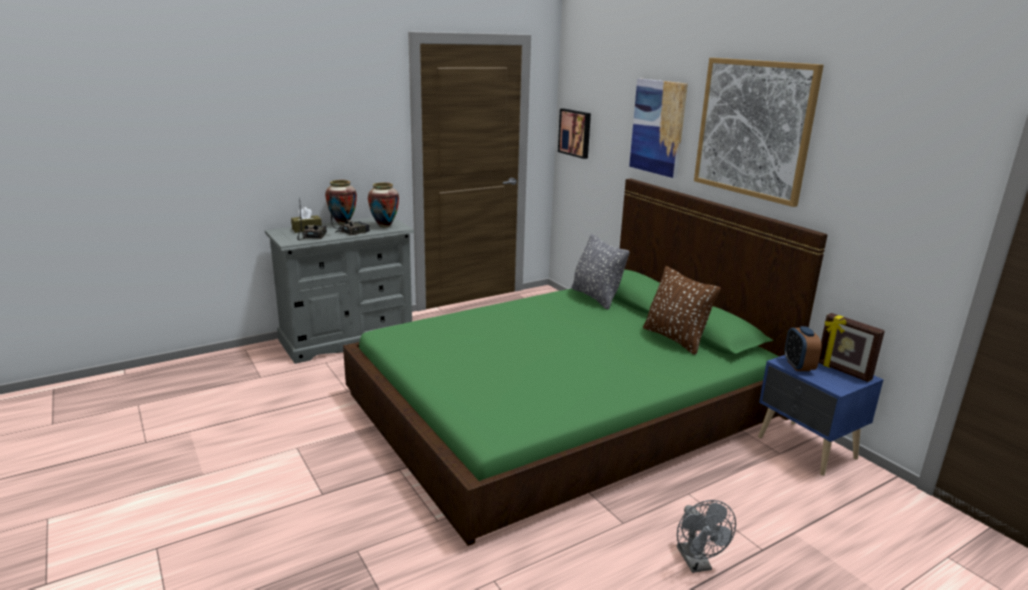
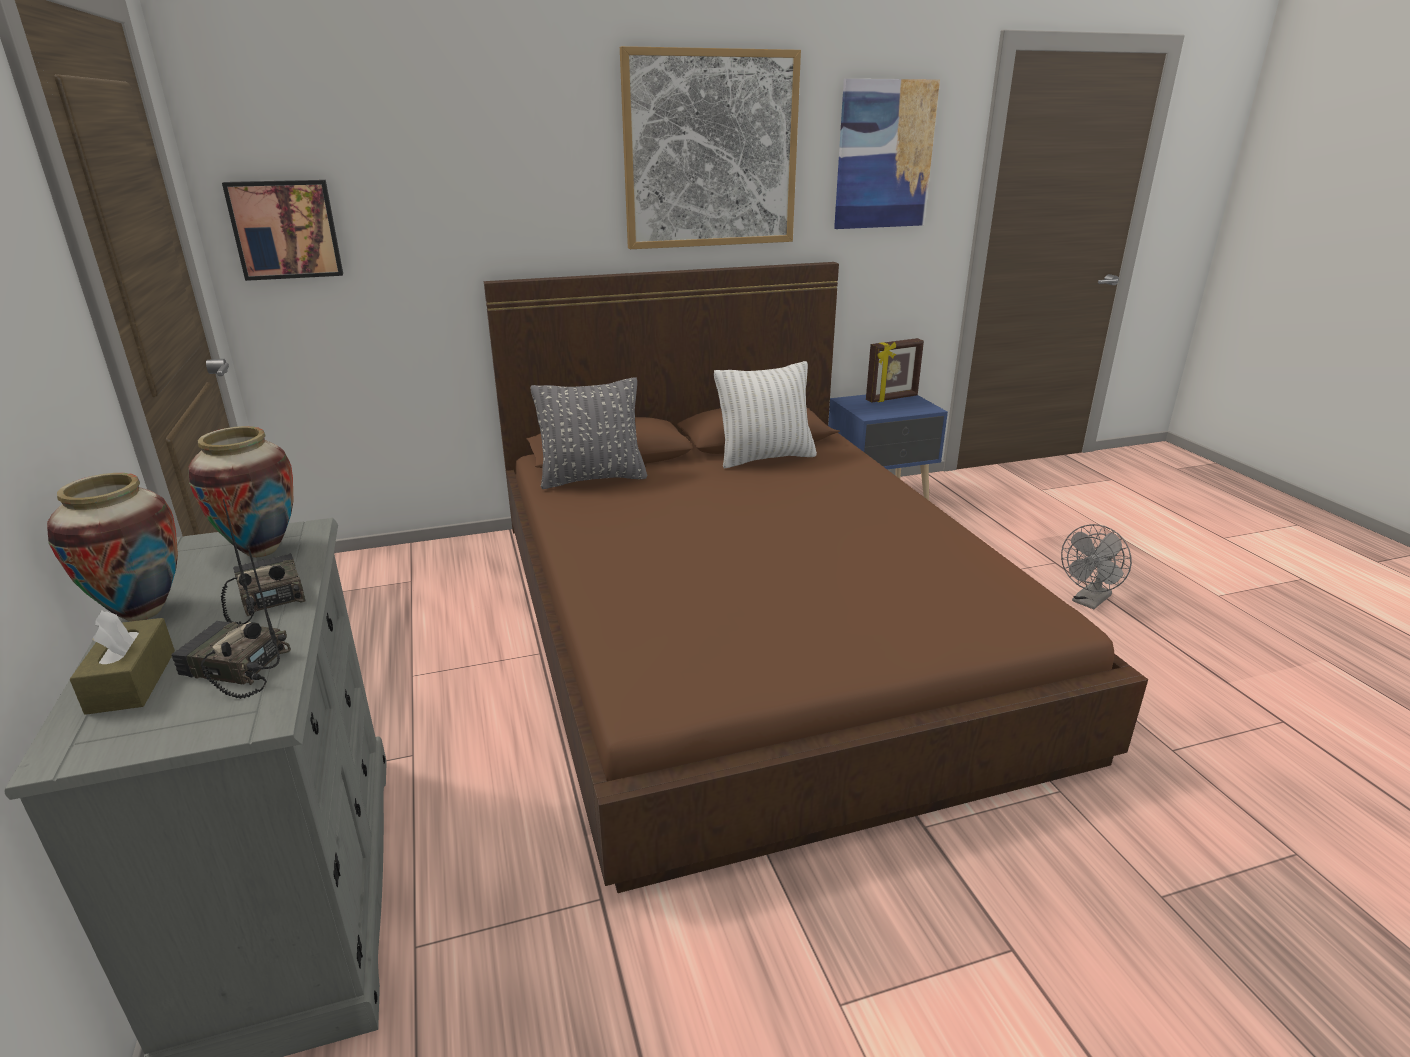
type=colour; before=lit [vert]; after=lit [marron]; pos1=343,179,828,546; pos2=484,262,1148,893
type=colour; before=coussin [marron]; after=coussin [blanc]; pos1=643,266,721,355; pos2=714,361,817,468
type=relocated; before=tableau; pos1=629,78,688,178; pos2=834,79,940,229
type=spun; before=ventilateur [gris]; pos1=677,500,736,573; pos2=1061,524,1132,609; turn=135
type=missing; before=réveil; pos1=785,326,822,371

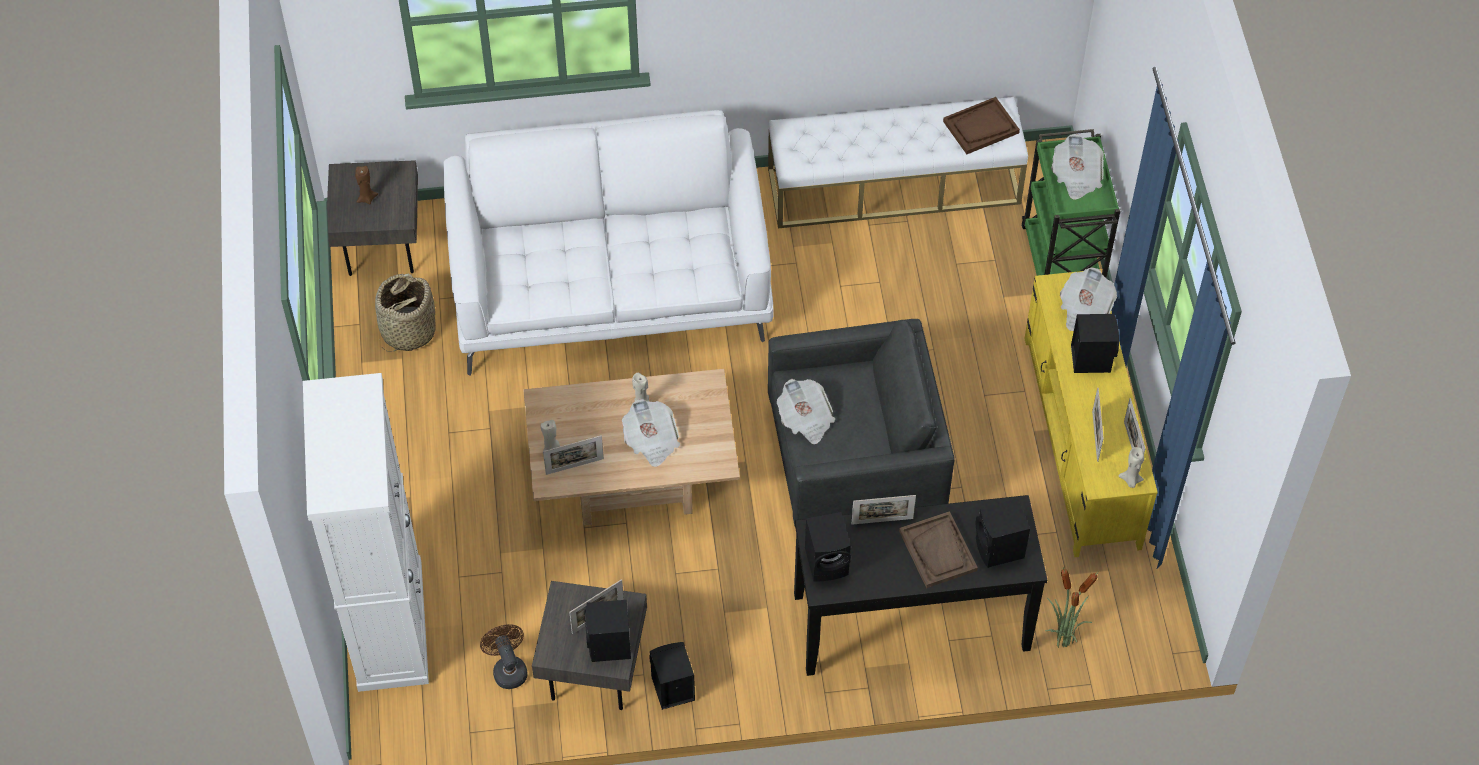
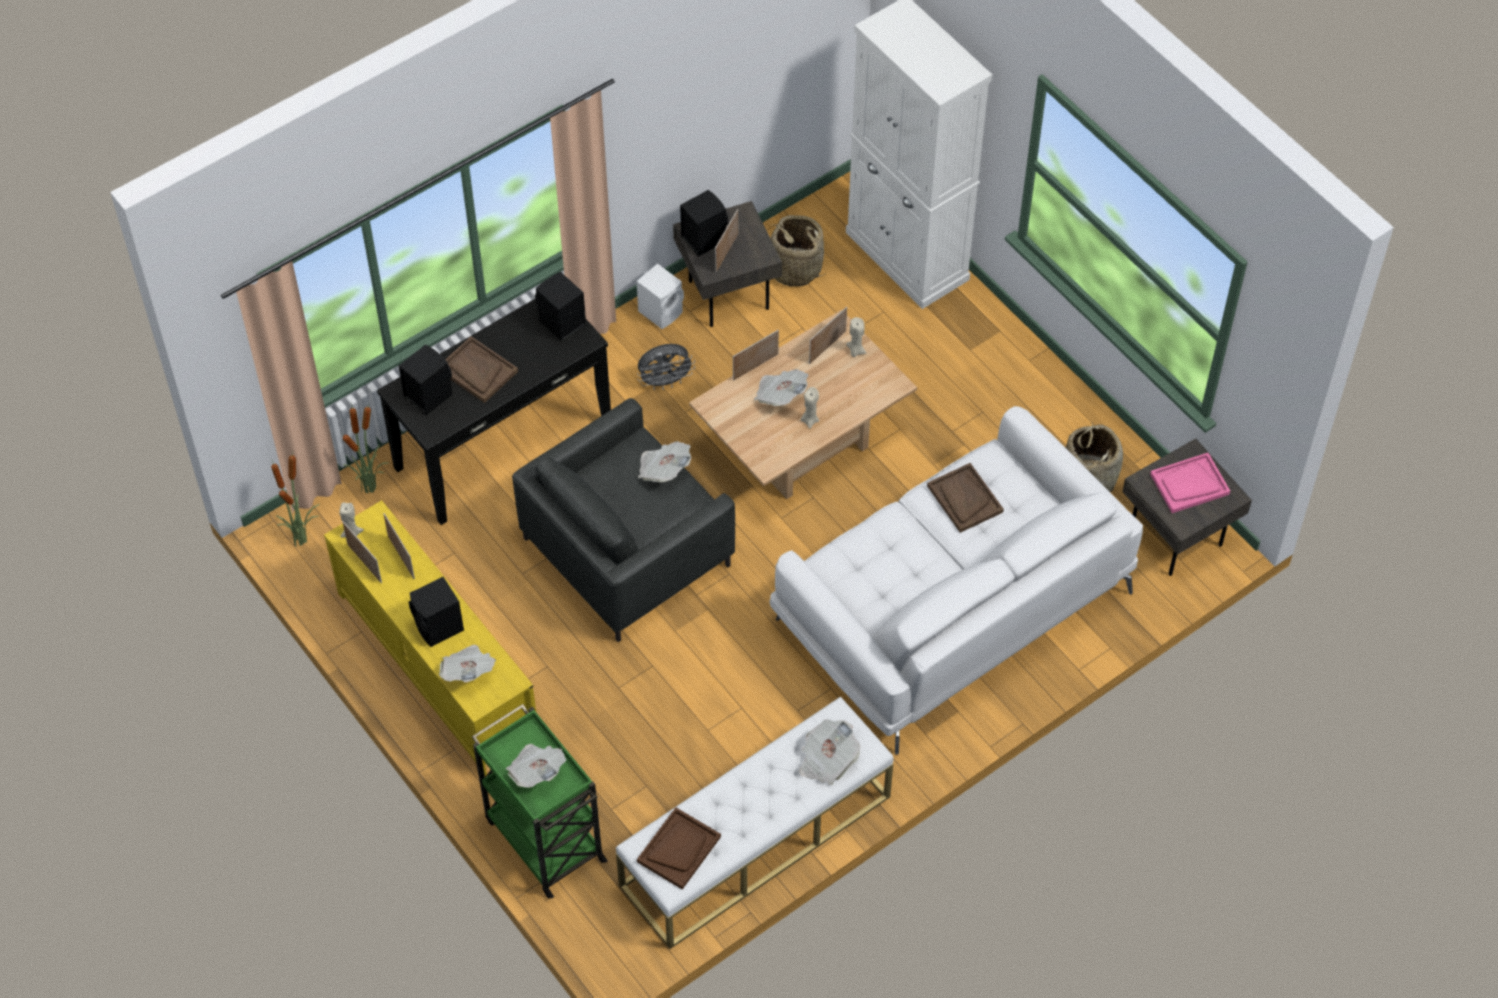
type=appeared; after=plante en pot; pos2=271,455,320,547
type=colour; before=enceinte [noir]; after=enceinte [blanc]; pos1=649,642,695,710; pos2=637,264,684,329
type=appeared; after=ventilateur [gris]; pos2=637,344,695,390
type=relocated; before=cadre photo; pos1=852,495,916,525; pos2=733,330,779,381
type=exchanged; before=ventilateur [marron]; after=panier; pos1=480,624,527,689; pos2=769,215,825,286
type=appeared; after=journal; pos2=799,719,860,785
type=appeared; after=plateau [marron]; pos2=927,463,1004,533
type=exchanged; before=bougie [marron]; after=plateau [rose]; pos1=355,166,378,204; pos2=1150,453,1230,513

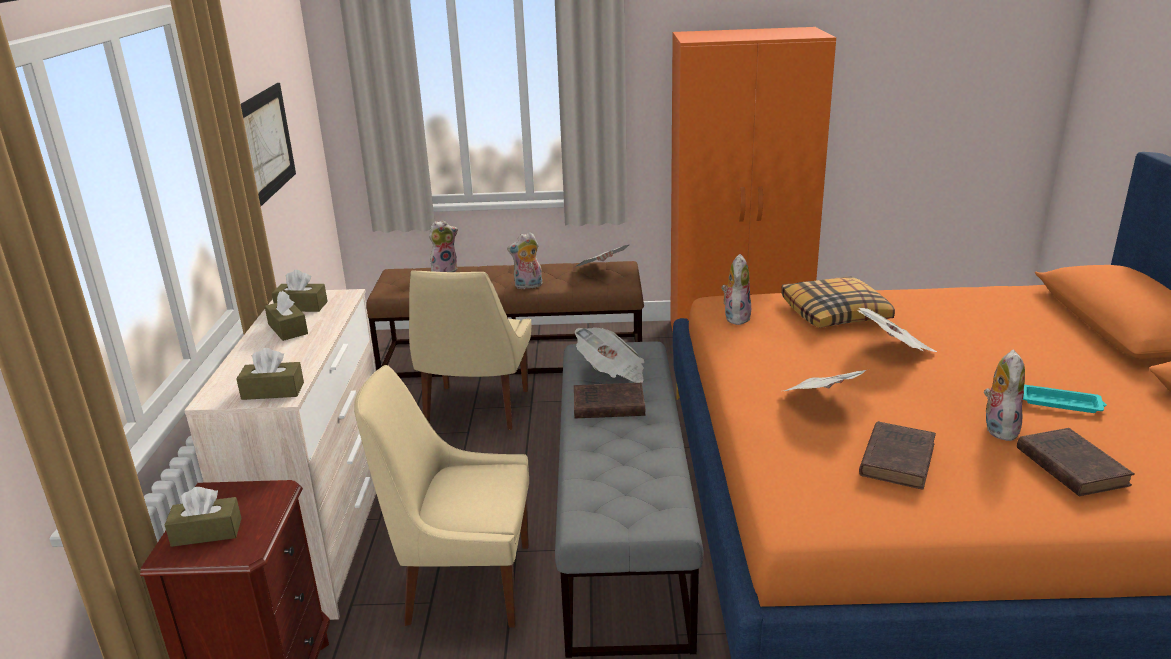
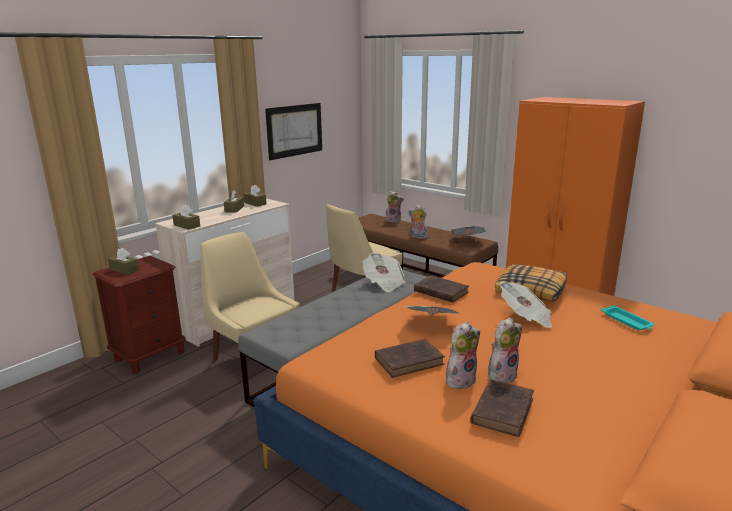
type=relocated; before=livre [marron]; pos1=574,383,645,418; pos2=414,275,469,303
type=relocated; before=peluche; pos1=722,254,751,325; pos2=446,322,481,389
type=relocated; before=plateau [turquoise]; pos1=1023,384,1107,413; pos2=601,305,654,331

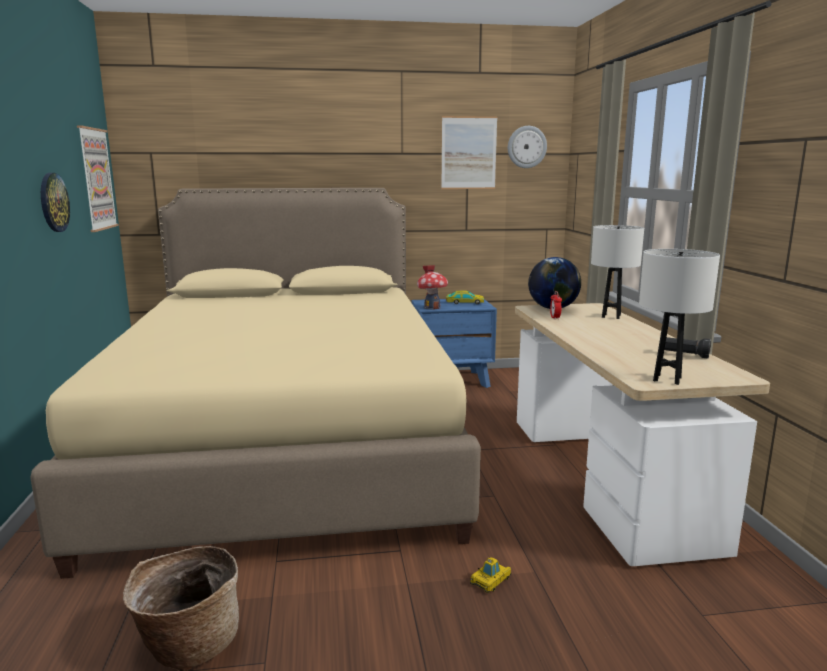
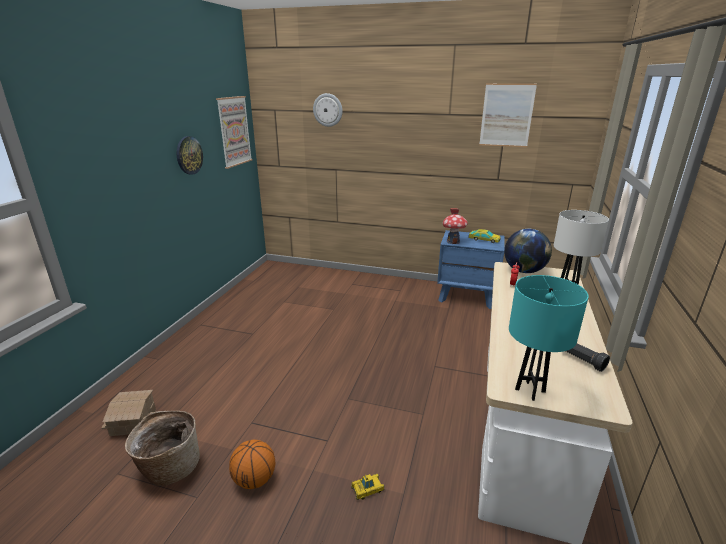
type=appeared; after=maison miniature; pos2=102,390,156,436
type=appeared; after=ballon de basket; pos2=229,440,275,489
type=relocated; before=horloge murale; pos1=508,126,547,168; pos2=313,93,343,127
type=colour; before=lampe de table [blanc]; after=lampe de table [turquoise]; pos1=639,249,720,385; pos2=509,275,589,401
type=missing; before=lit [beige]; pos1=31,188,481,579

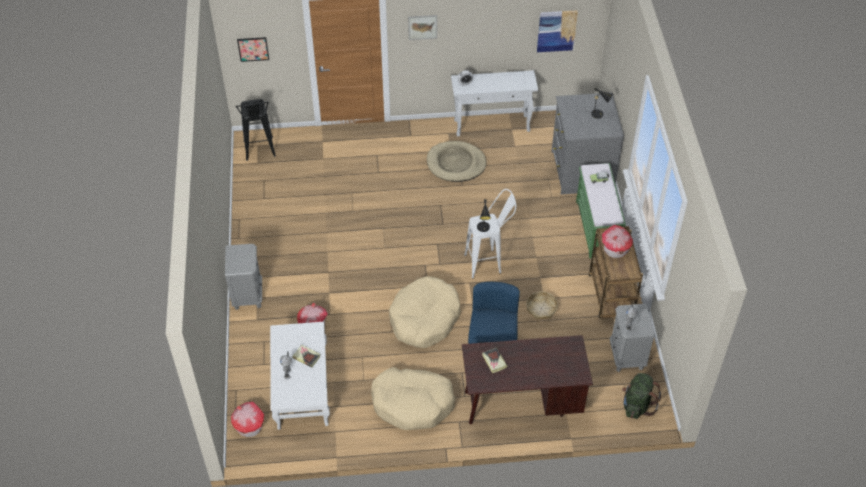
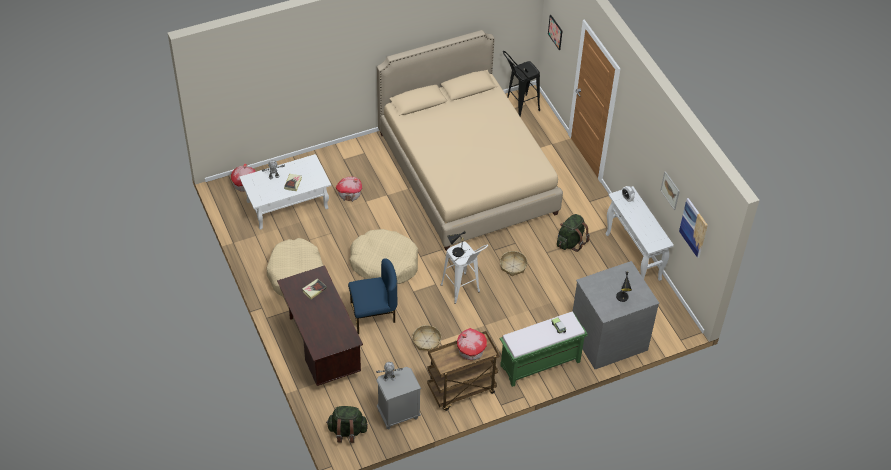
type=appeared; after=lit [beige]; pos2=377,30,563,251
type=appeared; after=panier; pos2=500,251,527,276
type=exchanged; before=panier pour chien [beige]; after=sac à dos [vert]; pos1=427,141,486,182; pos2=557,214,590,252
type=relocated; before=tableau; pos1=408,15,437,40; pos2=660,171,680,210
type=missing; before=table de chevet [gris]; pos1=225,244,262,310

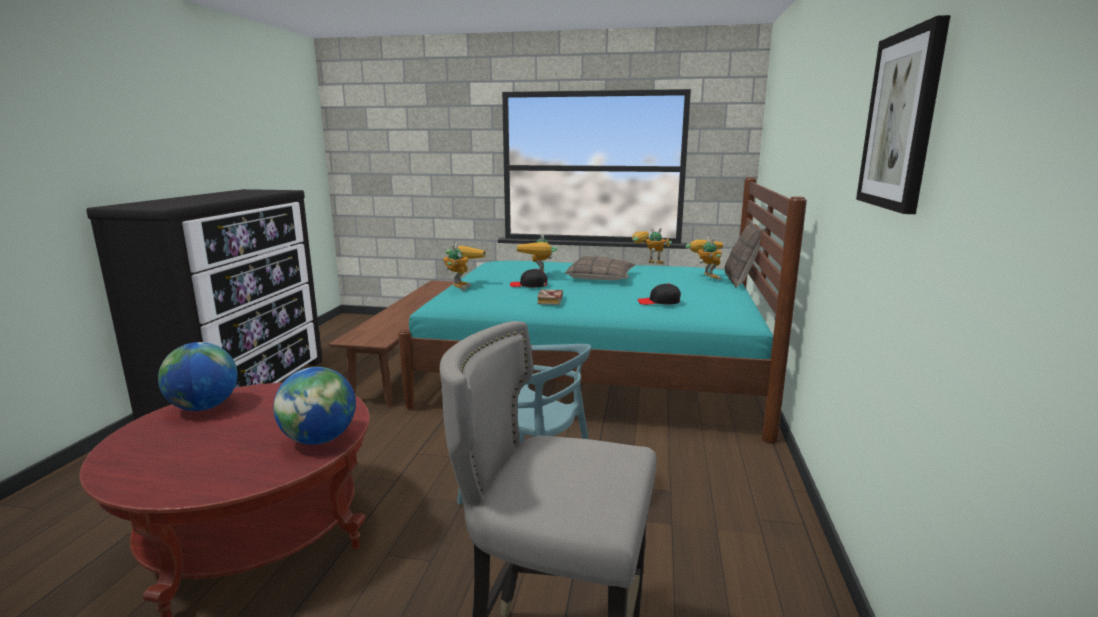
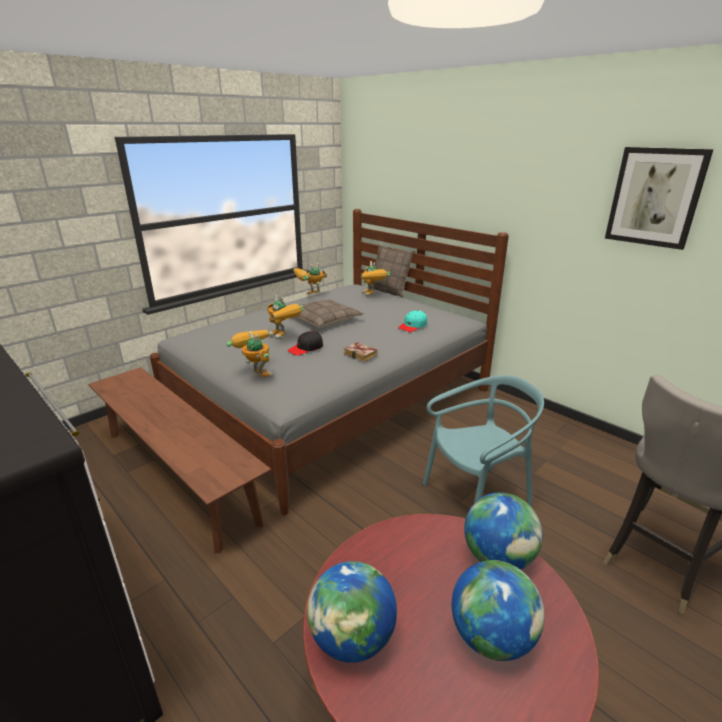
type=colour; before=lit [turquoise]; after=lit [gris]; pos1=398,177,807,443; pos2=150,209,509,515
type=spun; before=robot jouet; pos1=686,236,723,281; pos2=361,261,390,297; turn=-135
type=colour; before=casquette [noir]; after=casquette [turquoise]; pos1=638,283,681,305; pos2=398,310,427,332
type=appeared; after=globe; pos2=452,560,544,661

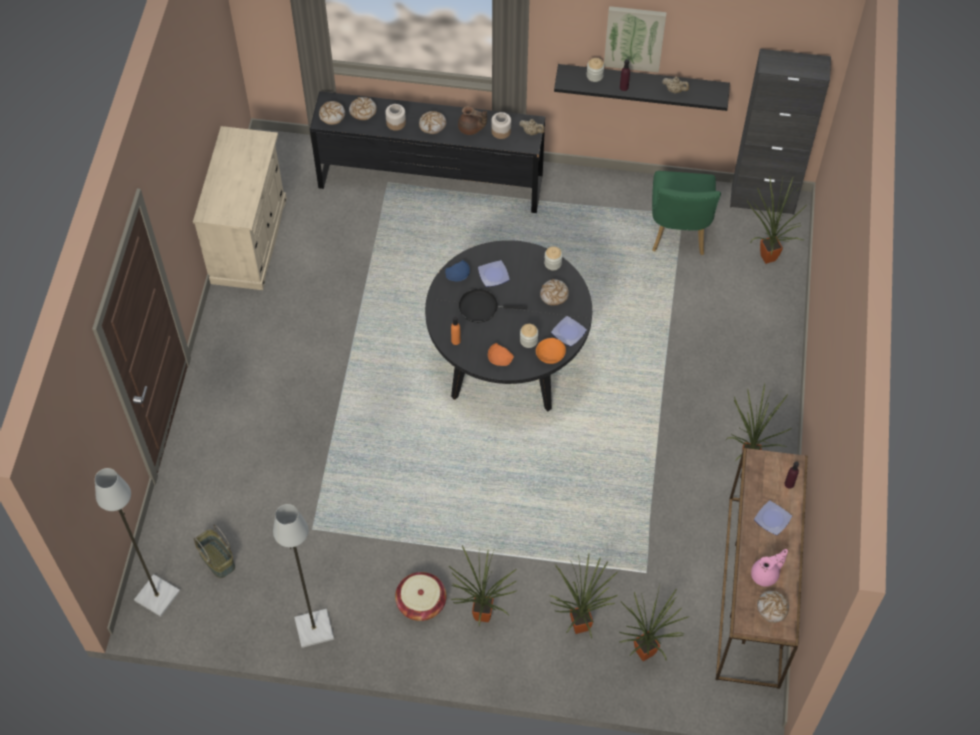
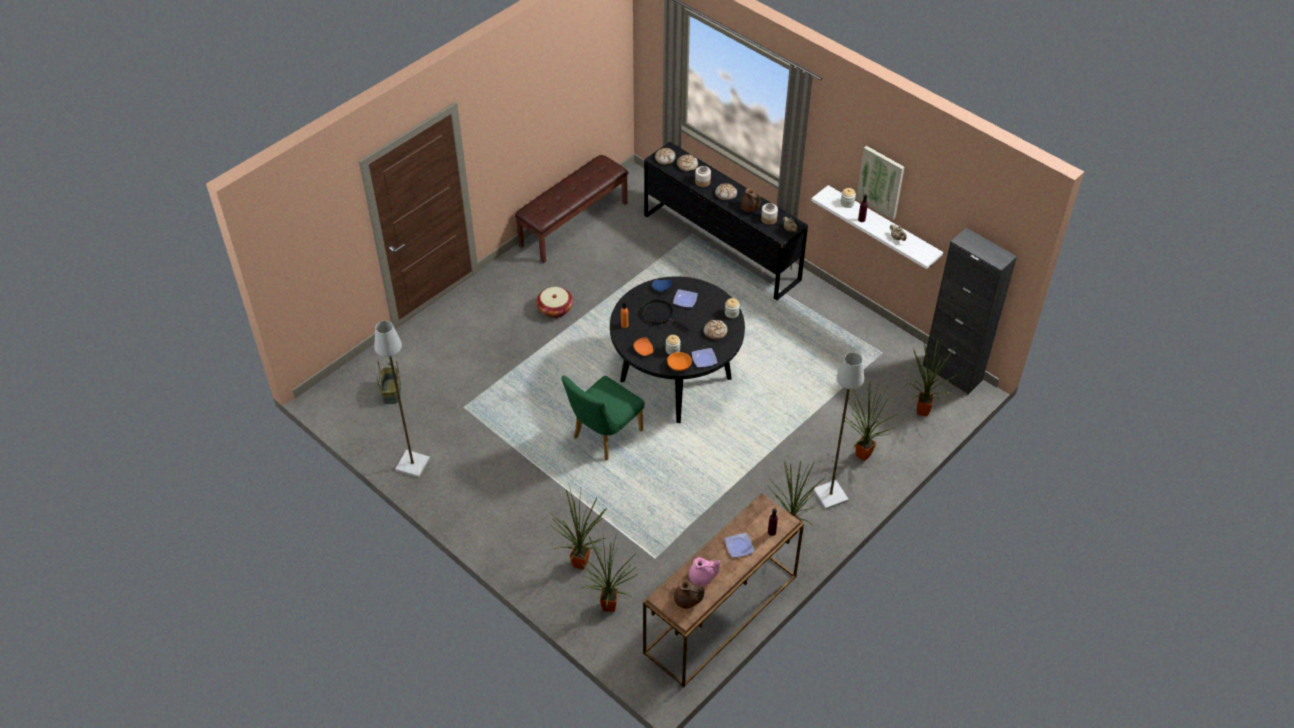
type=exchanged; before=meuble de rangement [beige]; after=banc [marron]; pos1=193,126,287,290; pos2=515,155,628,263
type=relocated; before=panier; pos1=395,572,446,621; pos2=536,287,573,318
type=relocated; before=chaise [vert]; pos1=652,171,721,255; pos2=561,375,644,460
type=exchanged; before=pain; after=théière [marron]; pos1=757,591,789,623; pos2=674,580,704,609
type=colour; before=étagère [noir]; after=étagère [blanc]; pos1=554,64,730,111; pos2=811,185,943,269
type=relocated; before=lampadaire [gris]; pos1=95,468,180,617; pos2=813,352,864,510
type=relocated; before=plante en pot; pos1=449,545,517,626; pos2=845,381,897,461

